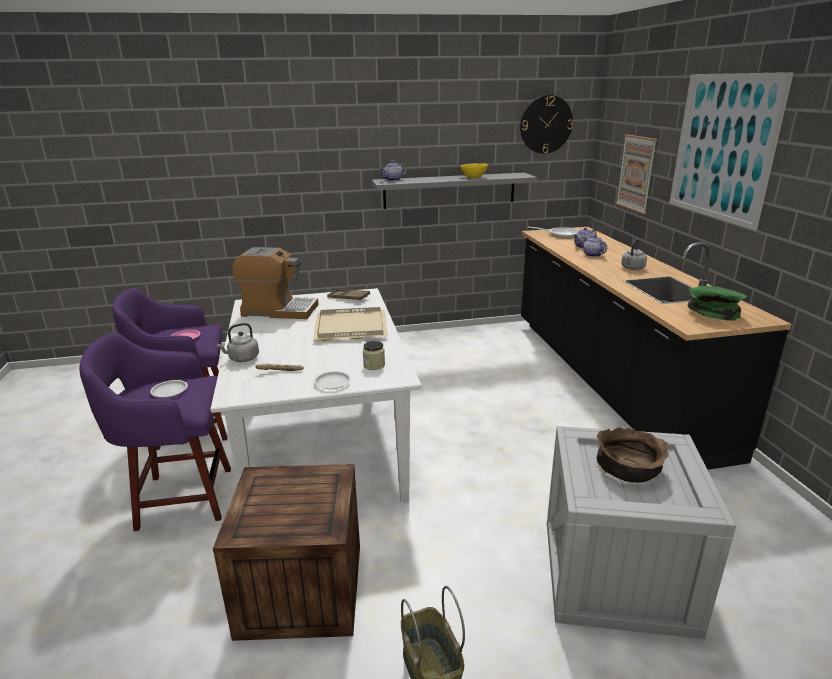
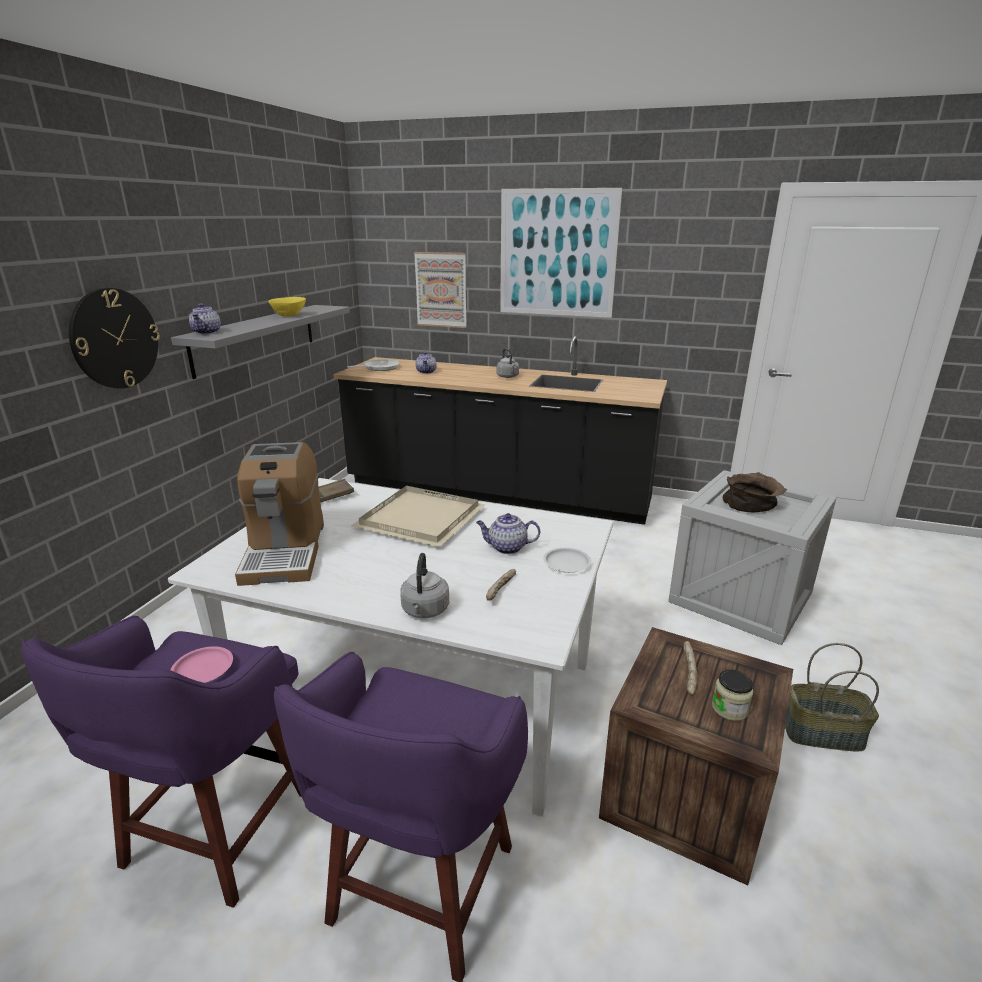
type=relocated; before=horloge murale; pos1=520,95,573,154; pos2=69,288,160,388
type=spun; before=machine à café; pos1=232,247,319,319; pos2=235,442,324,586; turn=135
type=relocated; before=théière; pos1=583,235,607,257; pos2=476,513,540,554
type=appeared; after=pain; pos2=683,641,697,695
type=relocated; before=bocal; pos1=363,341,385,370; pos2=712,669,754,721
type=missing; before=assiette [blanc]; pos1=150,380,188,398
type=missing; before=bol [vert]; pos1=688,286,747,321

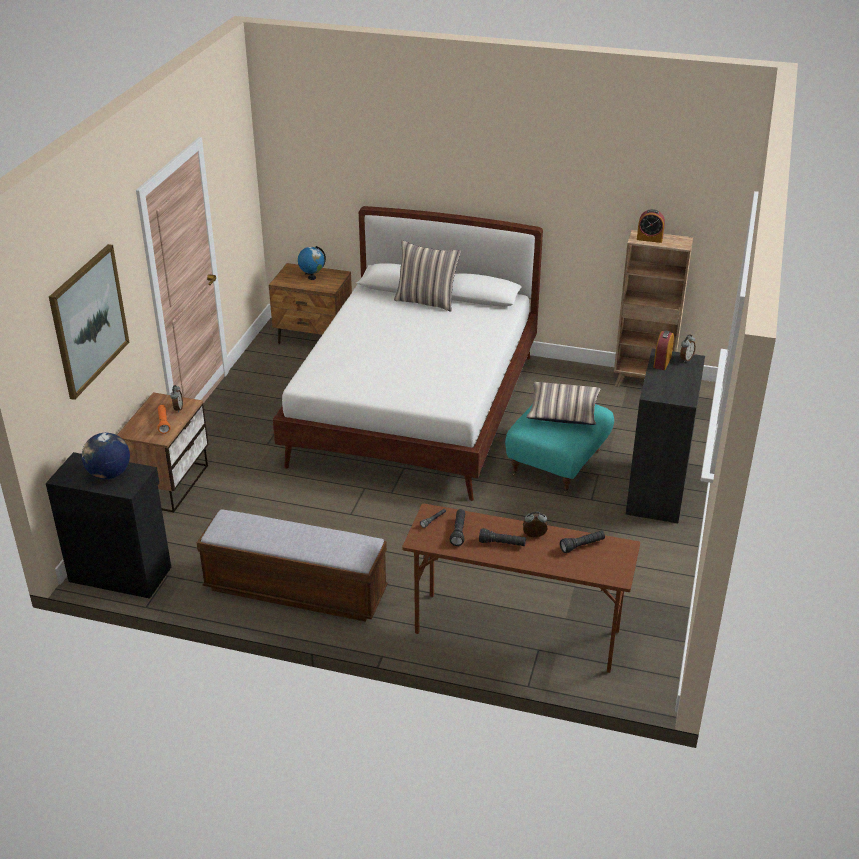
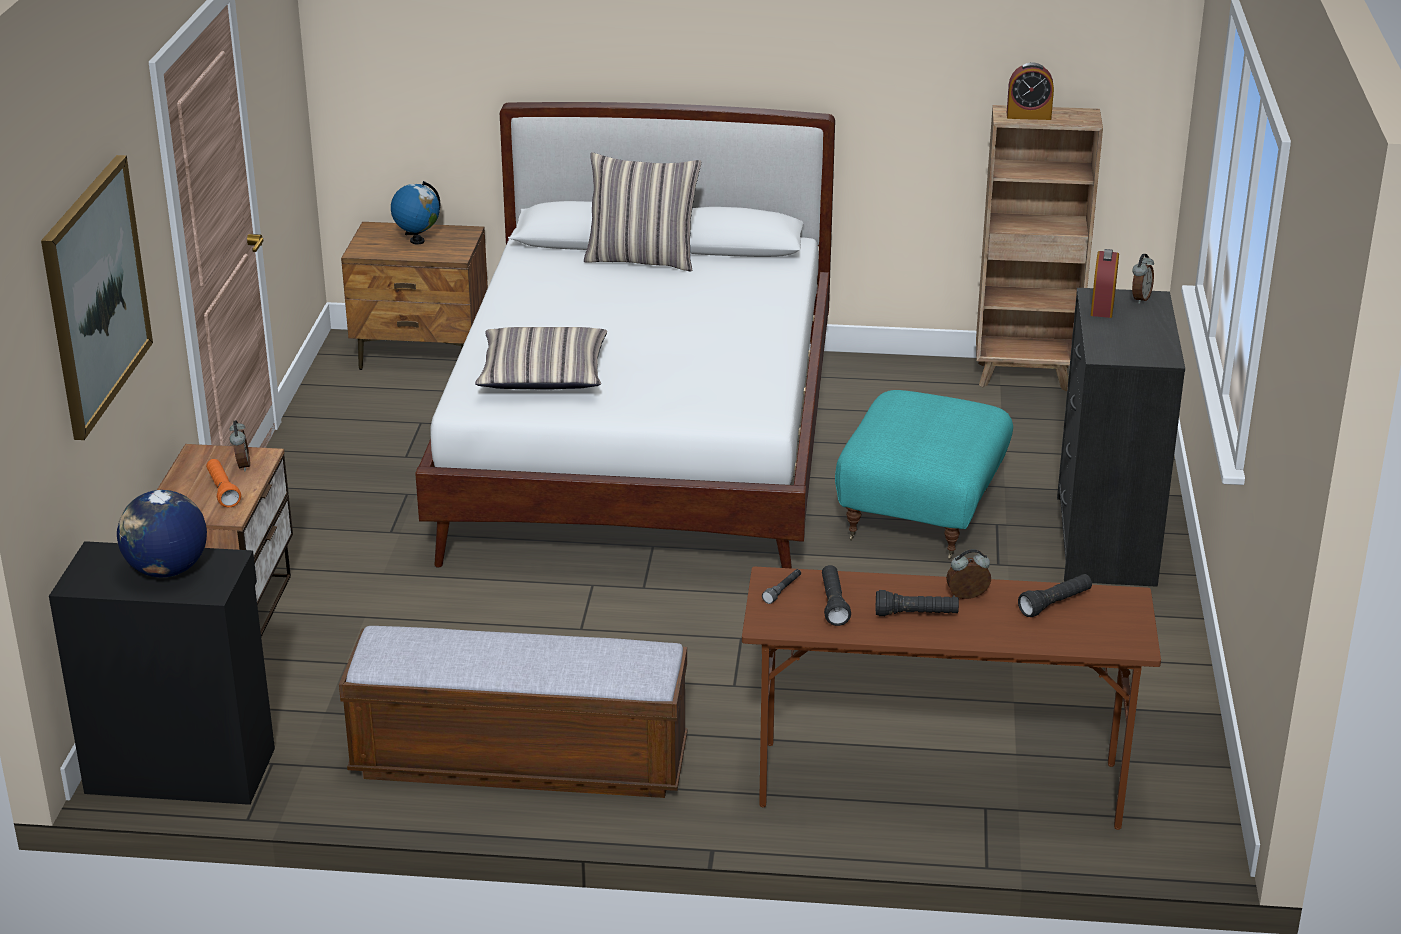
type=relocated; before=coussin; pos1=527,382,600,425; pos2=475,327,607,389

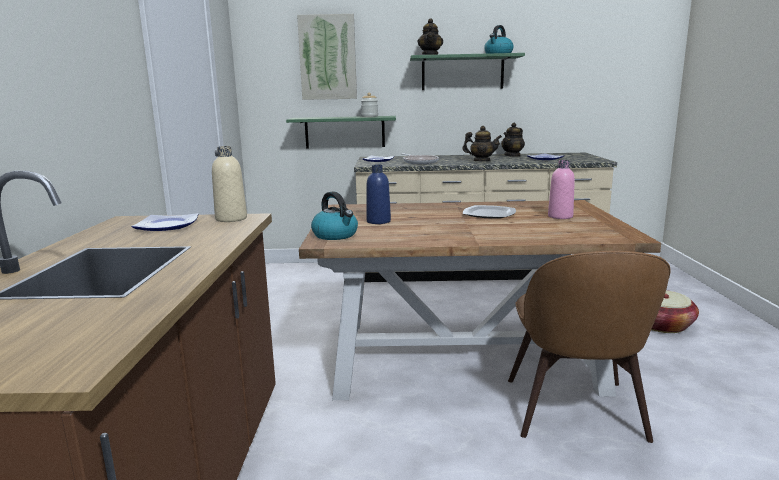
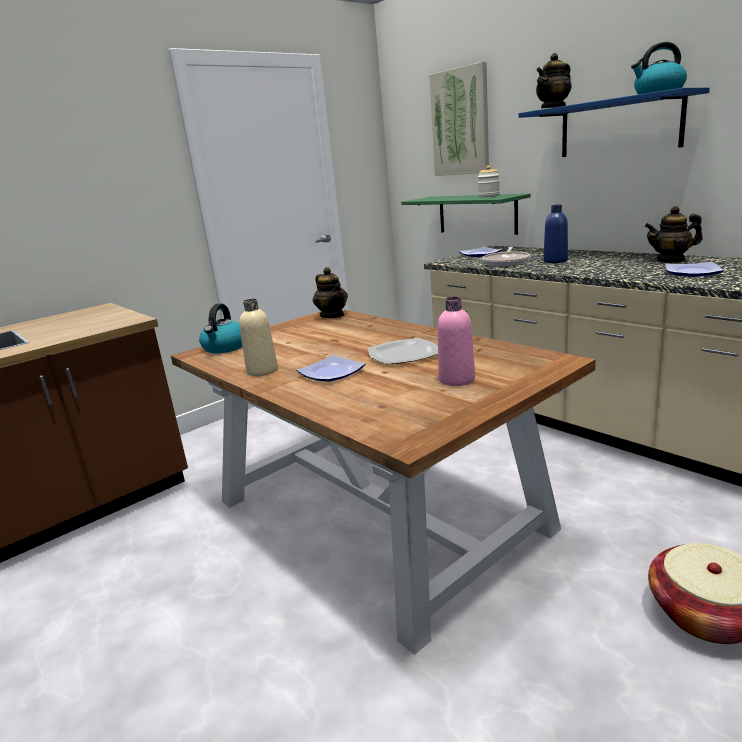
type=relocated; before=bouteille [beige]; pos1=212,146,247,222; pos2=239,299,278,376
type=relocated; before=assiette; pos1=132,213,199,231; pos2=296,355,366,382
type=relocated; before=théière; pos1=462,126,502,161; pos2=313,267,348,318
type=colour; before=étagère [vert]; after=étagère [bleu]; pos1=410,53,525,90; pos2=519,88,710,157
type=relocated; before=bouteille [bleu]; pos1=366,164,391,224; pos2=543,205,568,263
type=missing; before=chaise [marron]; pos1=508,251,671,443

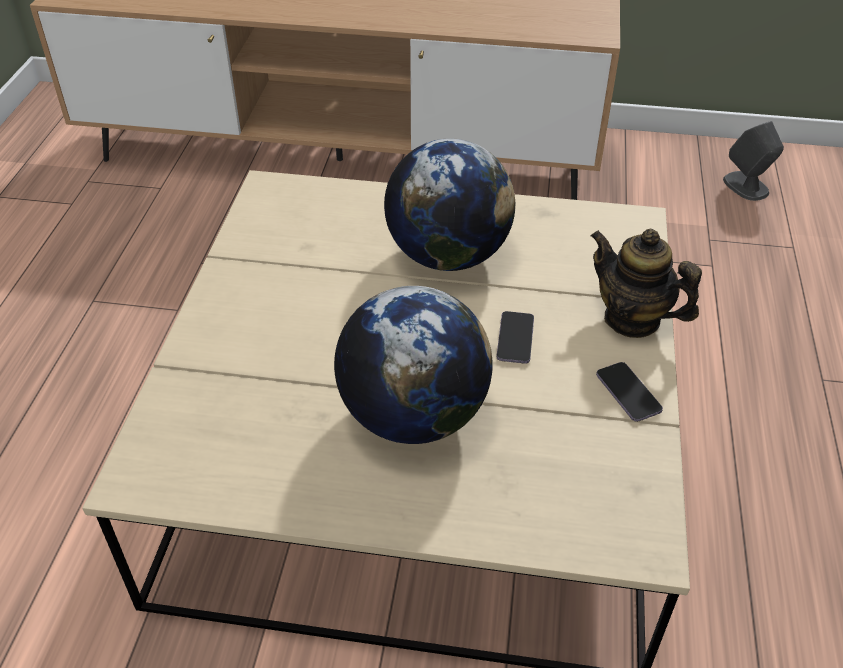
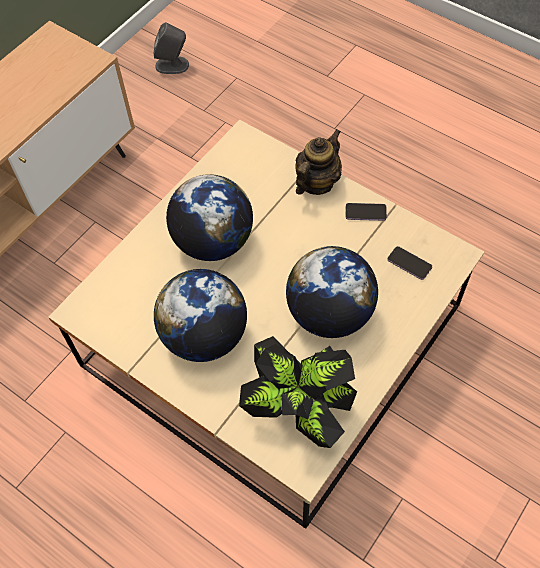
type=appeared; after=globe; pos2=154,269,247,362
type=appeared; after=plante en pot; pos2=239,336,357,448
type=spun; before=théière; pos1=591,229,702,338; pos2=295,129,342,195; turn=150
type=relocated; before=téléphone; pos1=496,311,534,364; pos2=387,246,432,280

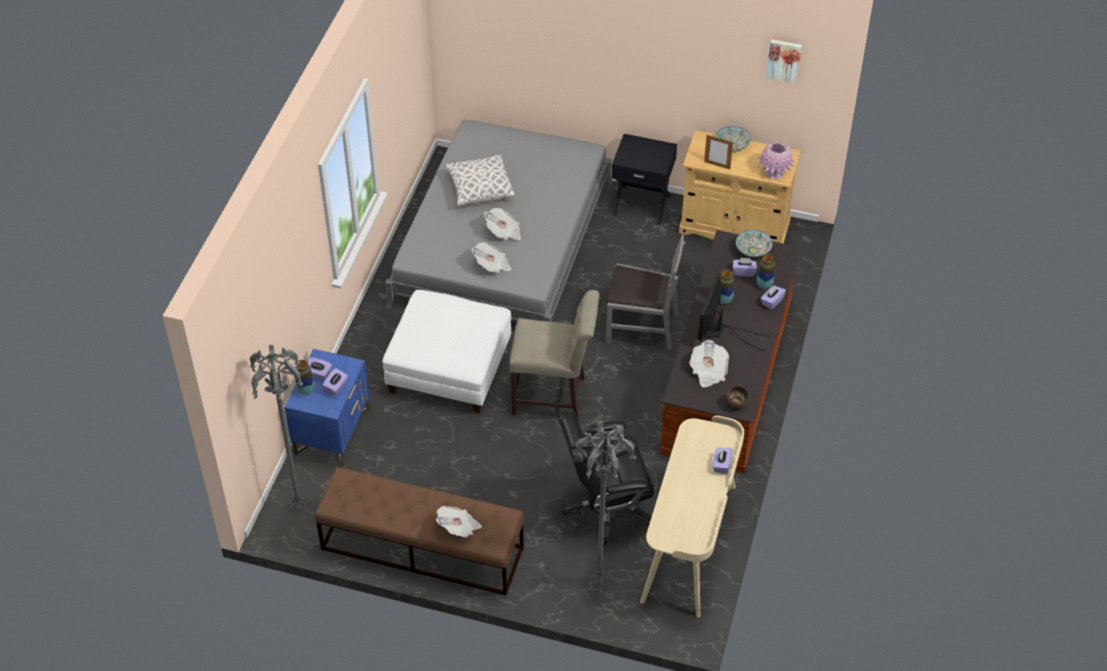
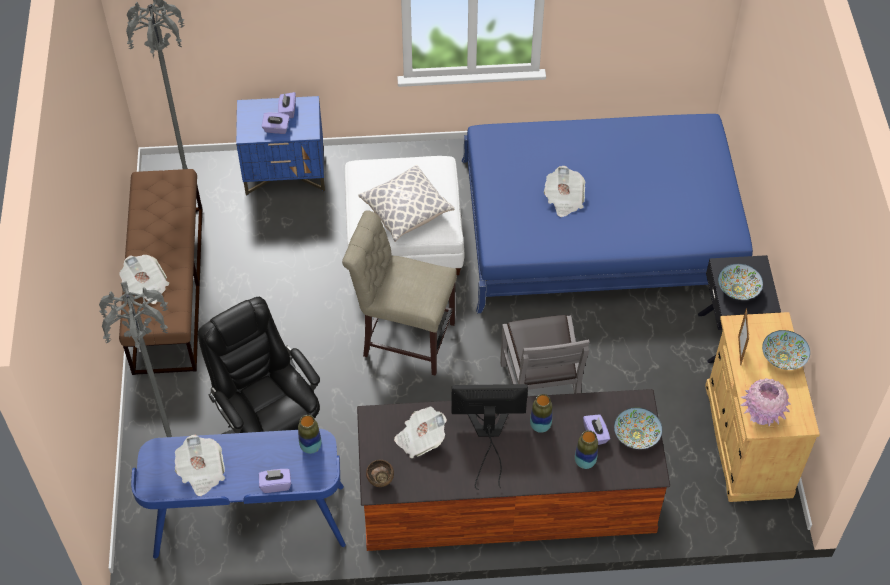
type=colour; before=bureau [beige]; after=bureau [bleu]; pos1=640,415,744,618; pos2=131,429,346,559
type=relocated; before=journal; pos1=472,242,511,273; pos2=175,435,225,496
type=relocated; before=vase; pos1=295,360,314,395; pos2=298,415,322,454
type=spun; before=chaise [beige]; pos1=509,290,599,421; pos2=342,210,457,376; turn=120
type=relocated; before=coussin; pos1=446,155,515,206; pos2=359,165,454,242
type=colour; before=lit [gris]; after=lit [bleu]; pos1=385,120,613,322; pos2=462,114,753,313
type=appeared; after=bol; pos2=718,264,763,300
type=missing; before=boîte à mouchoirs [violet]; pos1=761,286,786,310
type=missing; before=tableau; pos1=766,39,802,84

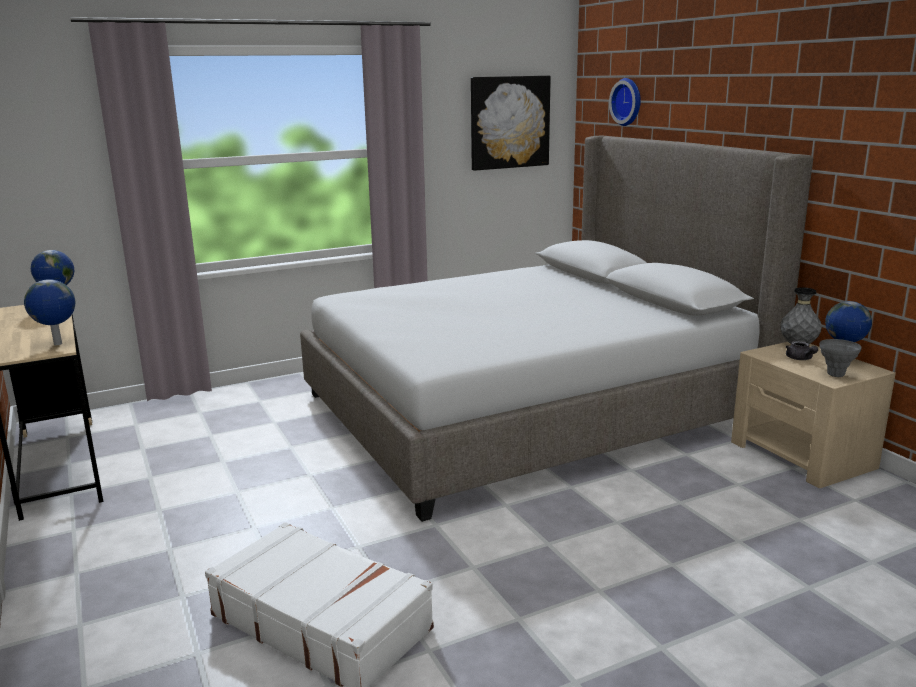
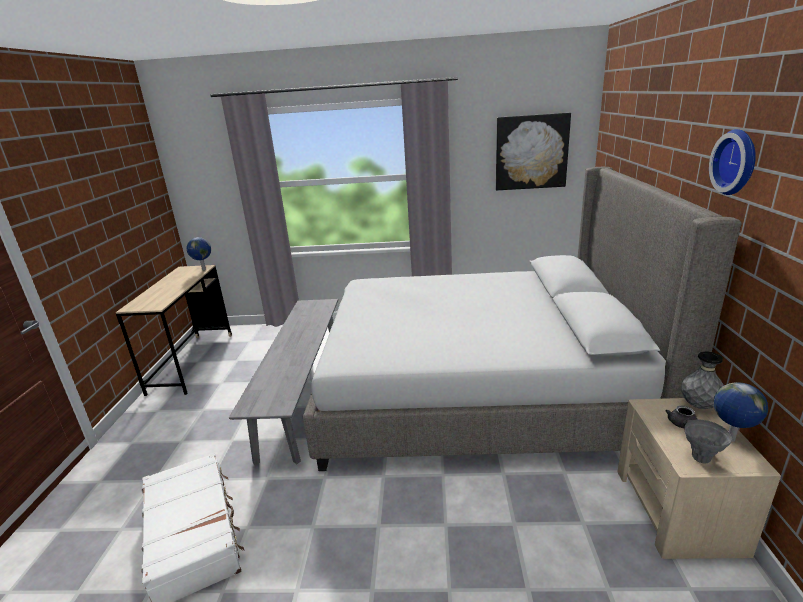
type=appeared; after=banc [gris]; pos2=229,299,338,465
type=relocated; before=horloge murale; pos1=609,78,641,126; pos2=709,129,756,195
type=missing; before=globe; pos1=24,279,75,345

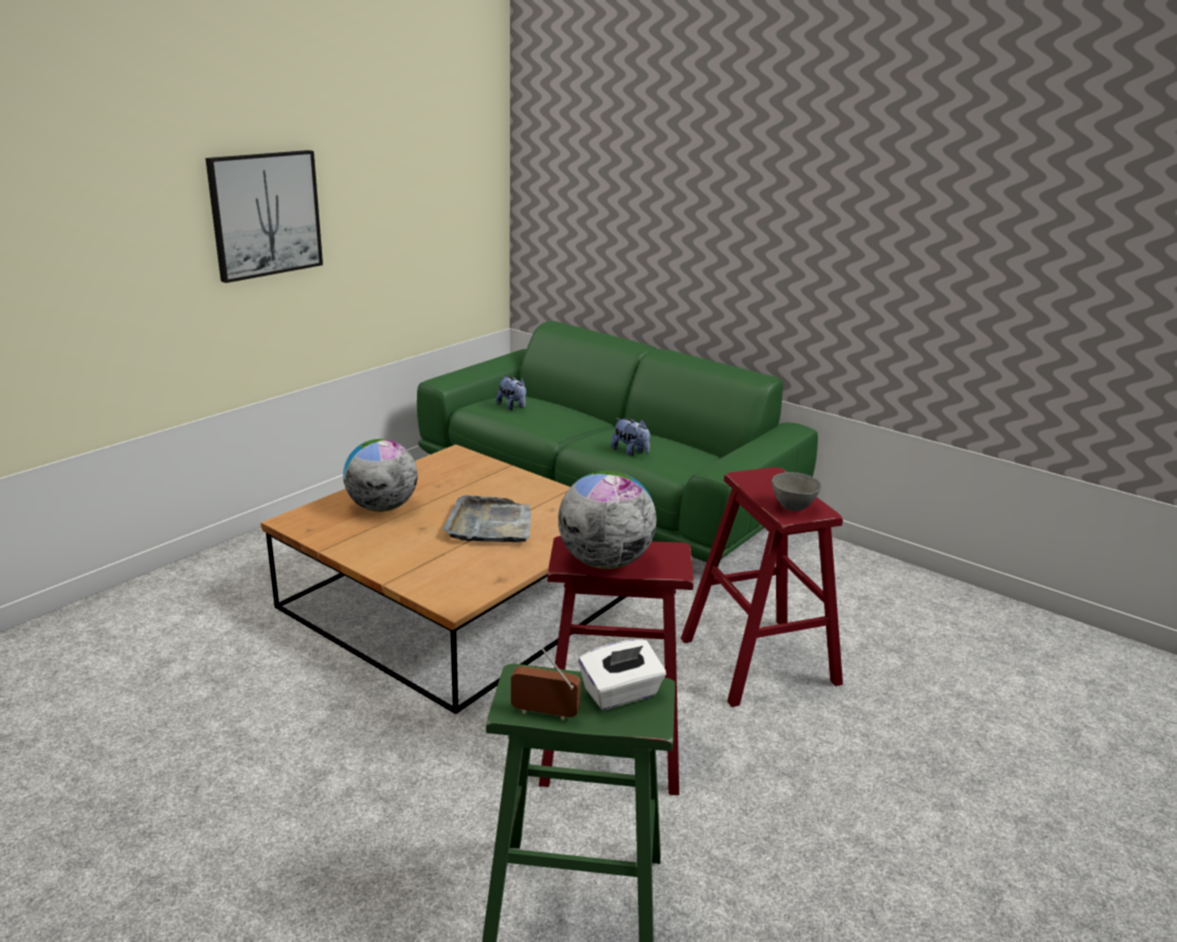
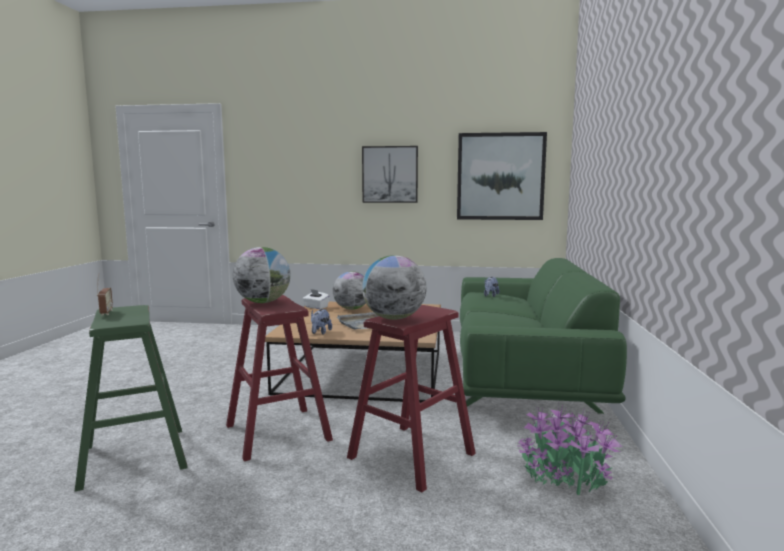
type=relocated; before=boîte à mouchoirs [blanc]; pos1=578,639,666,710; pos2=303,289,330,309
type=relocated; before=peluche; pos1=611,418,650,456; pos2=311,309,332,335
type=exchanged; before=bol [gris]; after=globe; pos1=772,472,821,511; pos2=362,255,426,320
type=appeared; after=tableau; pos2=457,132,547,220
type=appeared; after=plante en pot; pos2=517,404,623,495

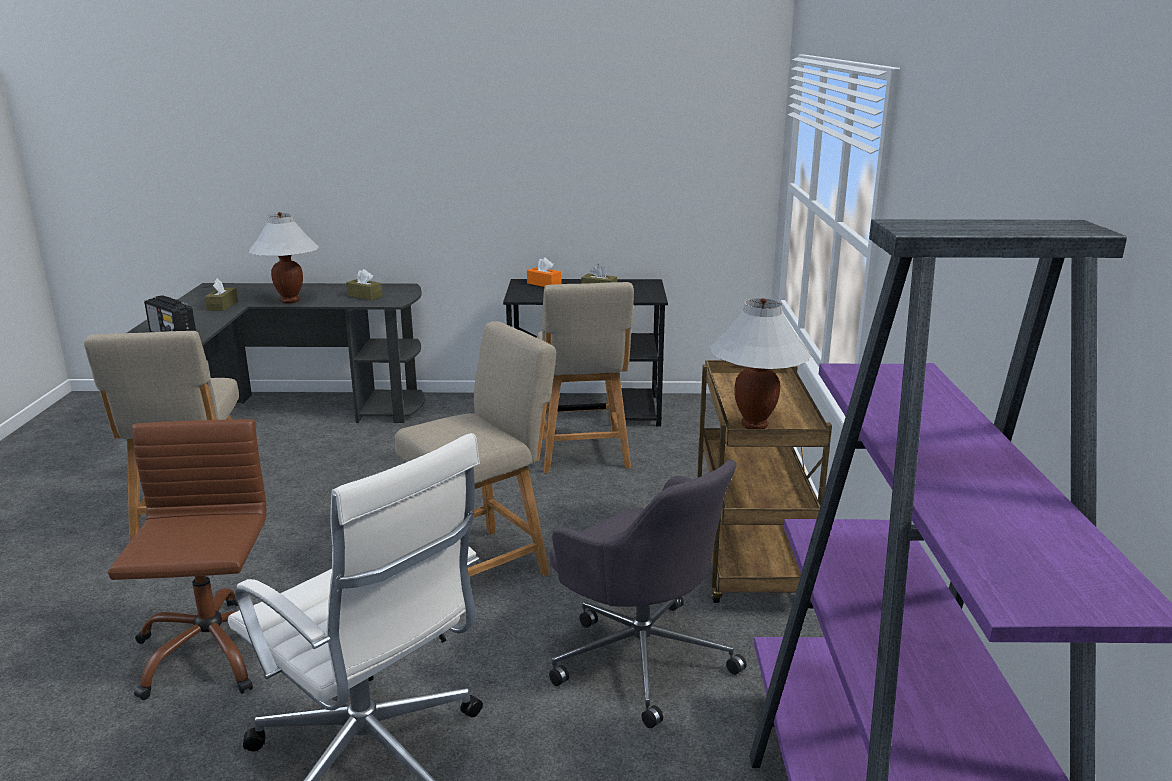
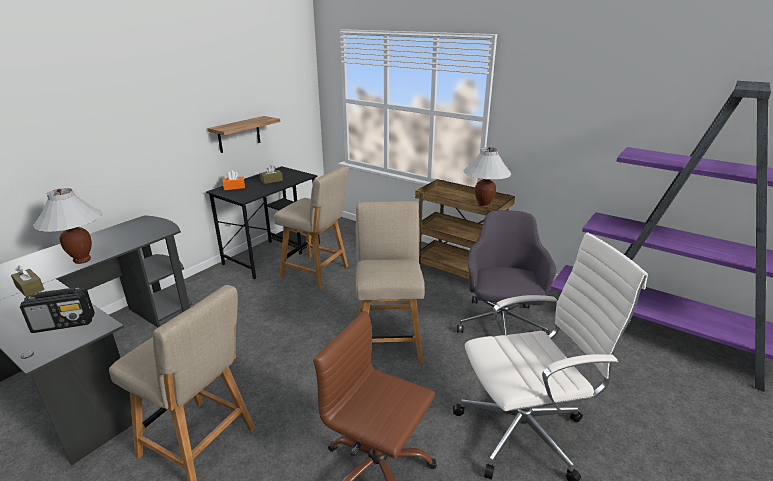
type=appeared; after=étagère; pos2=208,116,280,153
type=spun; before=chaise de bureau [gris]; pos1=549,460,747,728; pos2=457,210,556,335; turn=-75
type=missing; before=boîte à mouchoirs [marron]; pos1=346,269,383,300

